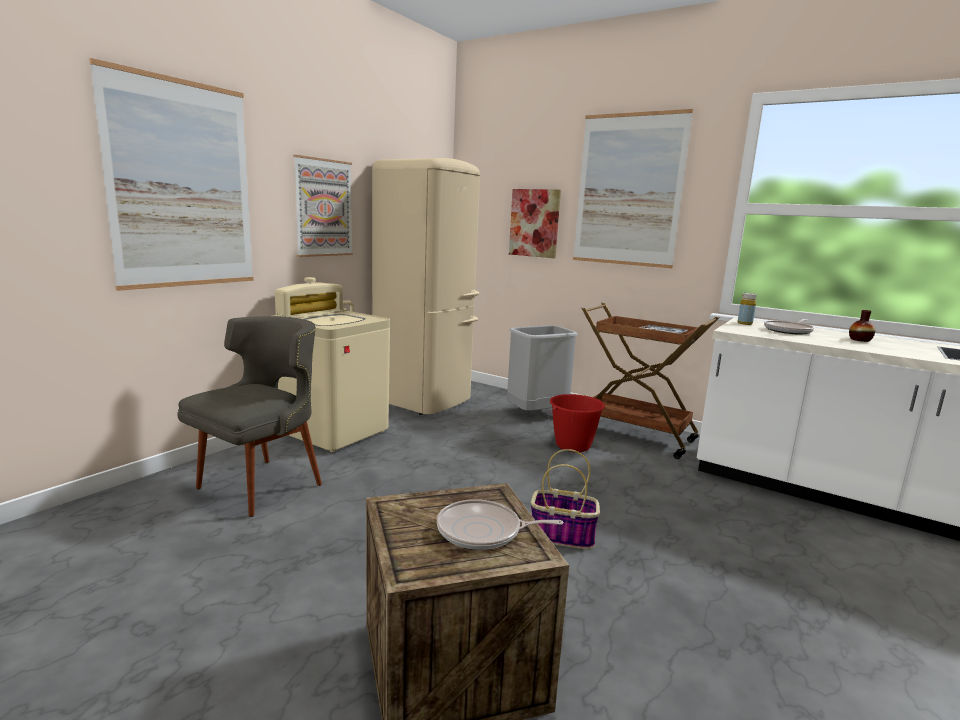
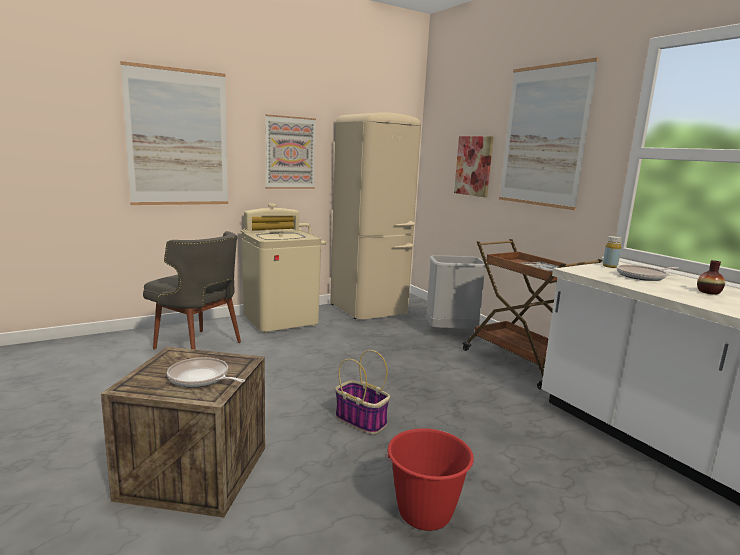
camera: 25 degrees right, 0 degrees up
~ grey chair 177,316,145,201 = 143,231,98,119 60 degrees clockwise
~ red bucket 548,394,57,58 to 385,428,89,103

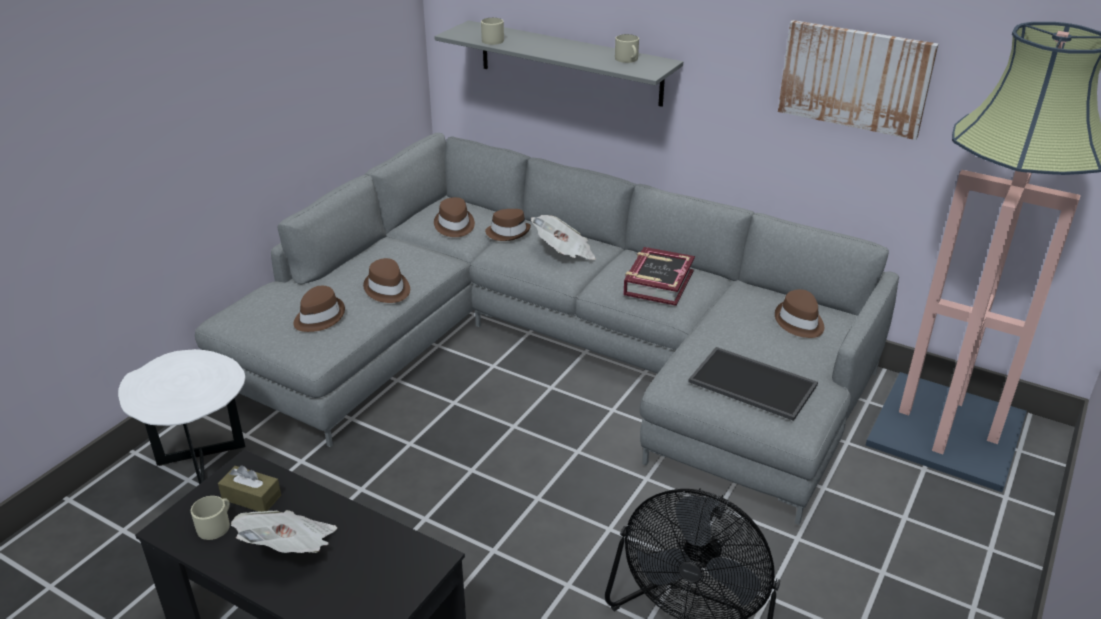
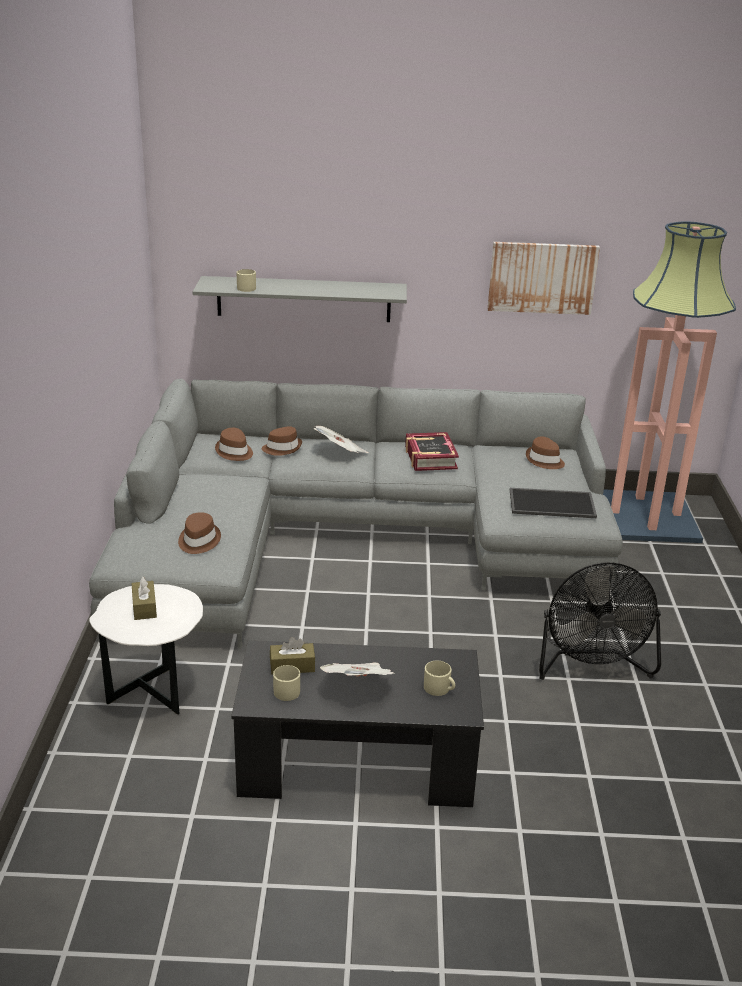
camera: 30 degrees left, 5 degrees down
- brown hat 363,258,47,45
~ beige mug 615,34,24,29 to 424,661,31,35
+ brown tissue box 131,577,26,43

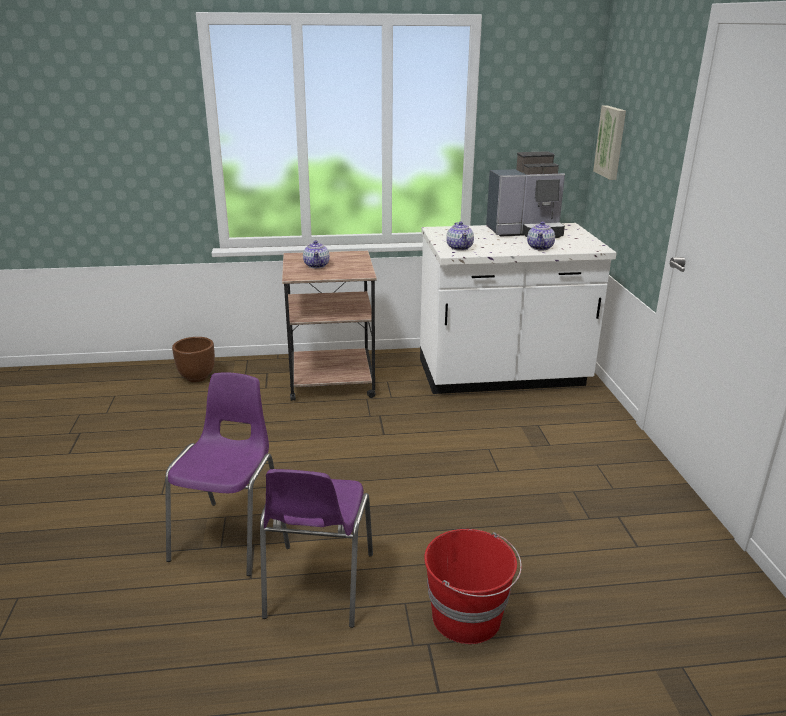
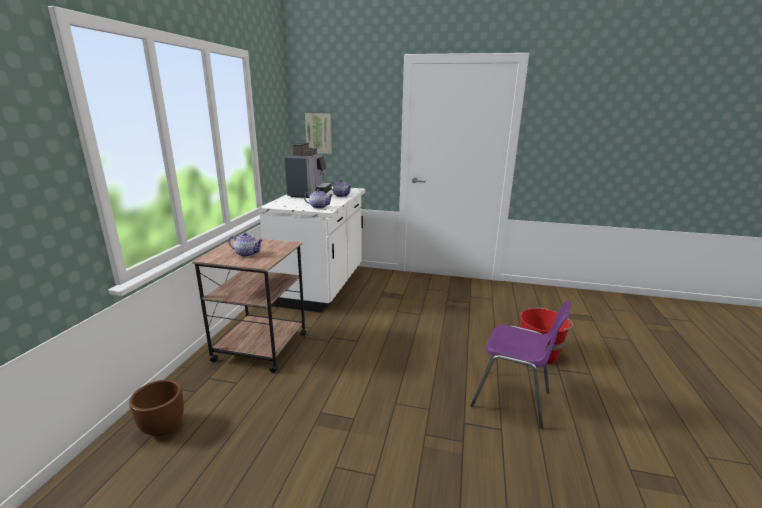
camera: 70 degrees left, 5 degrees down
- purple chair 165,372,109,204

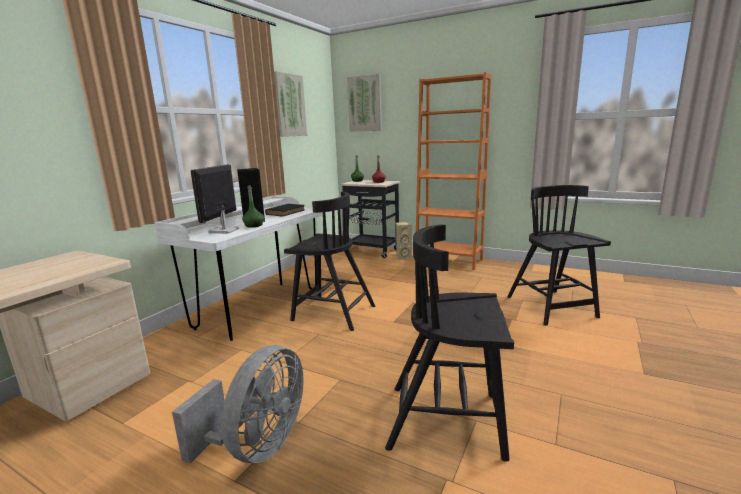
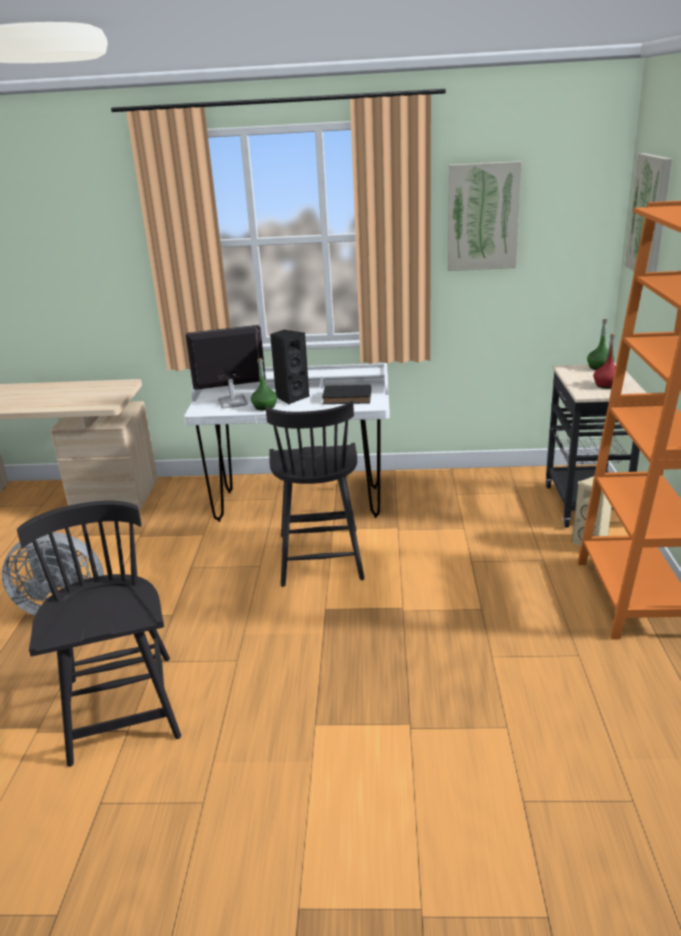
camera: 65 degrees right, 10 degrees up
- black chair 507,185,104,140

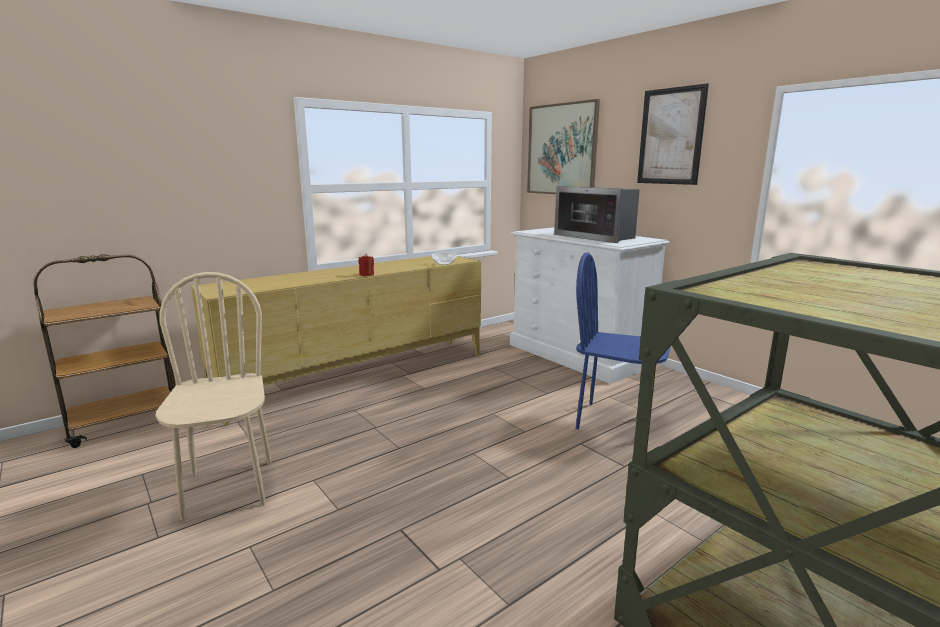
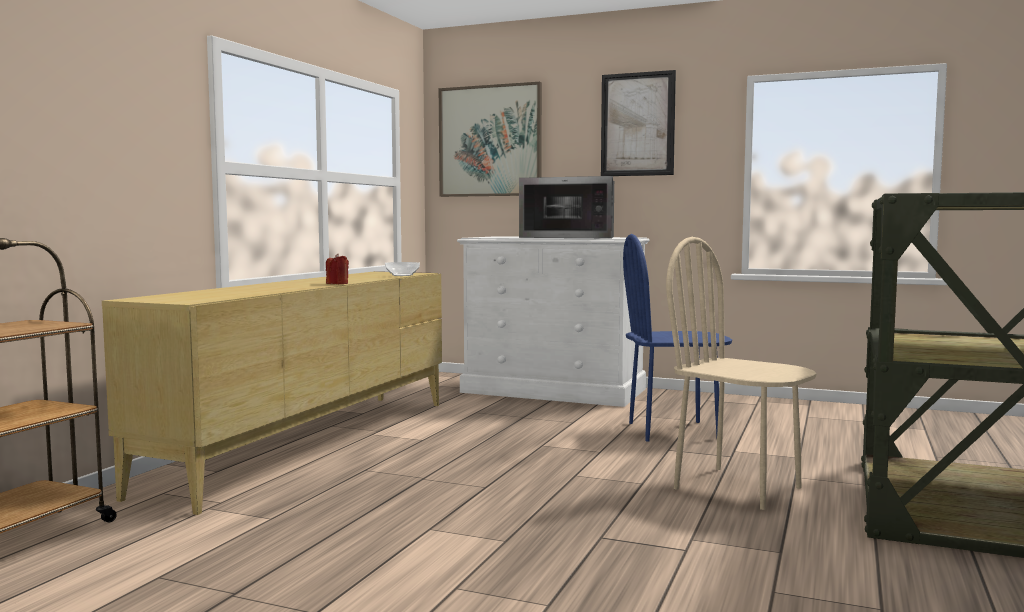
camera: 30 degrees left, 10 degrees down
~ beige chair 156,272,115,248 to 666,237,151,273

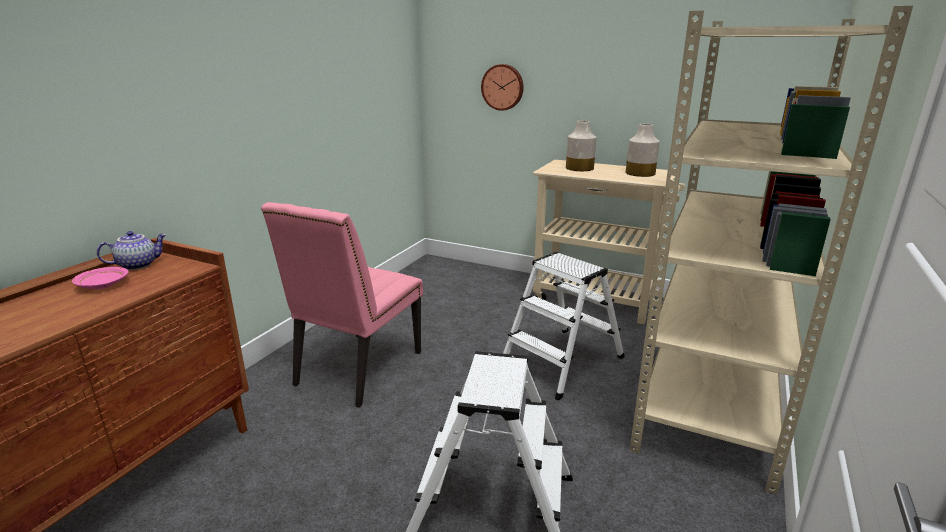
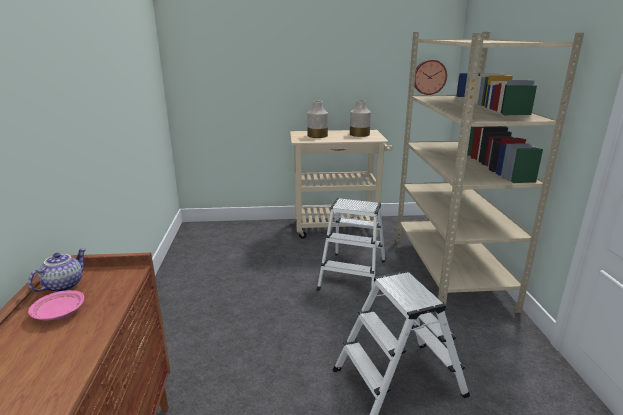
camera: 30 degrees left, 0 degrees up
- pink chair 261,202,162,206
~ wall clock 481,64,43,47 to 414,60,33,35

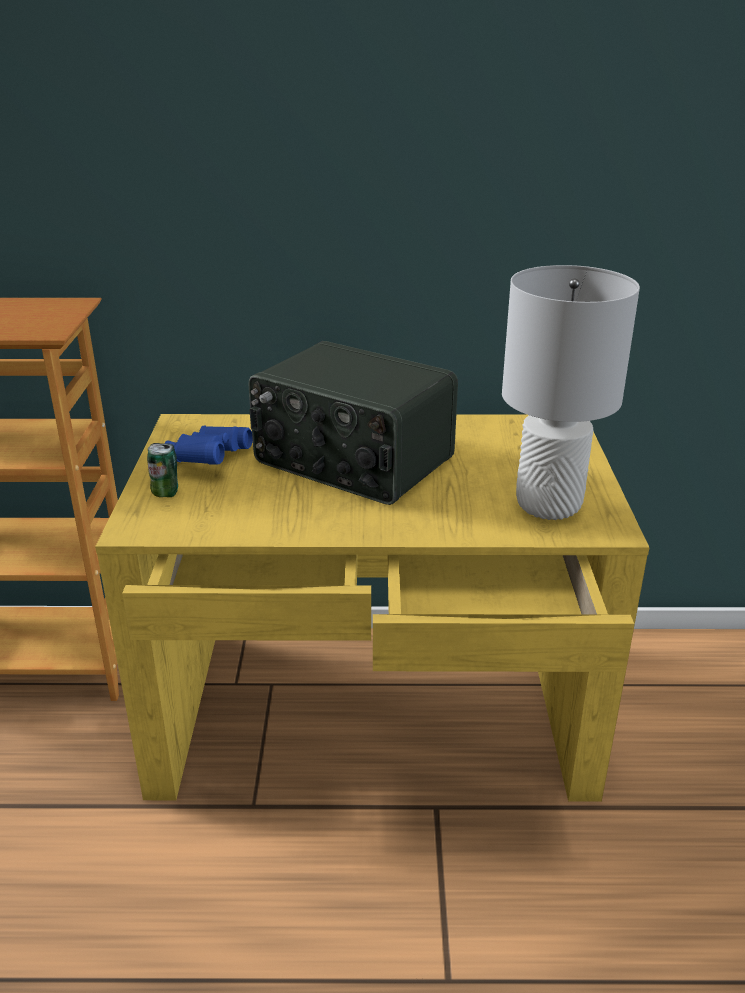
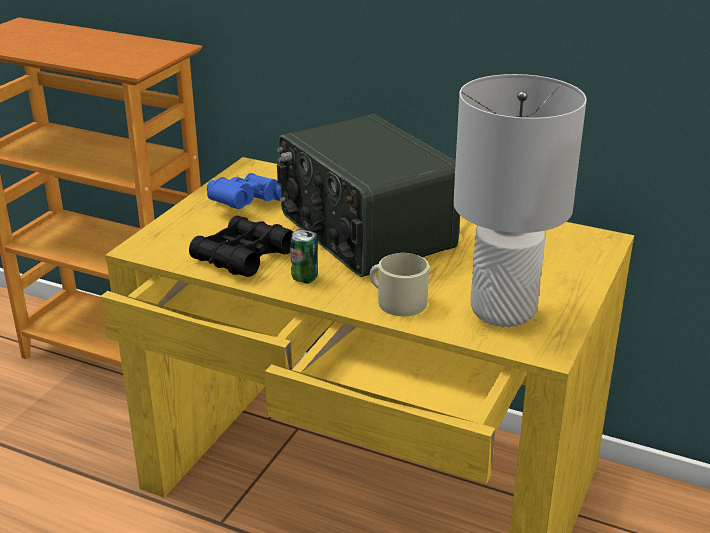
camera: 25 degrees right, 0 degrees up
~ can 147,443,31,54 to 290,229,28,55
+ black binoculars 189,216,105,61
+ beige mug 370,253,59,63

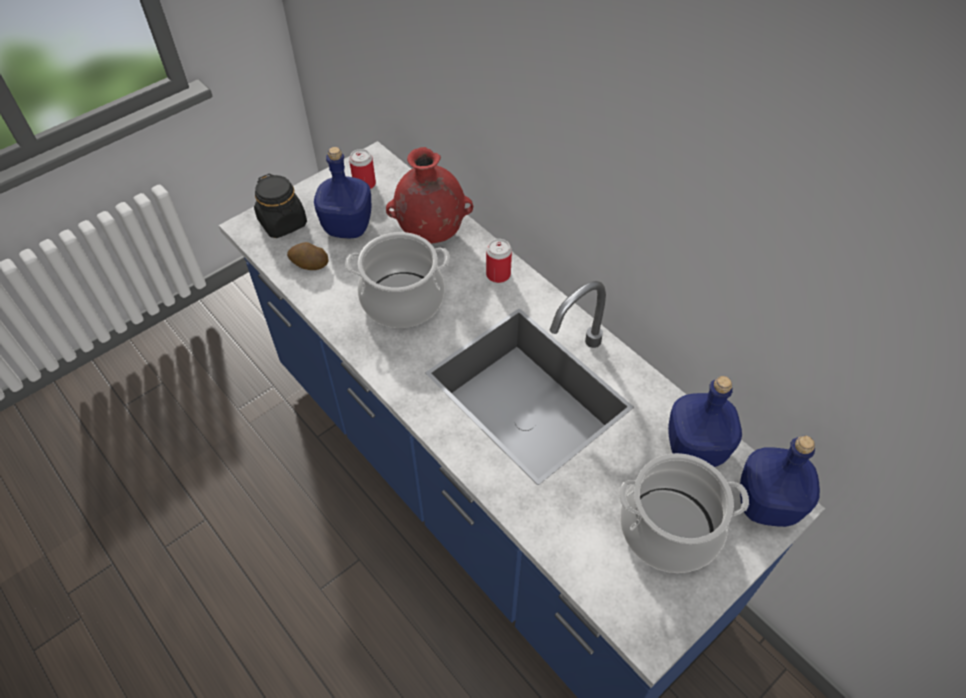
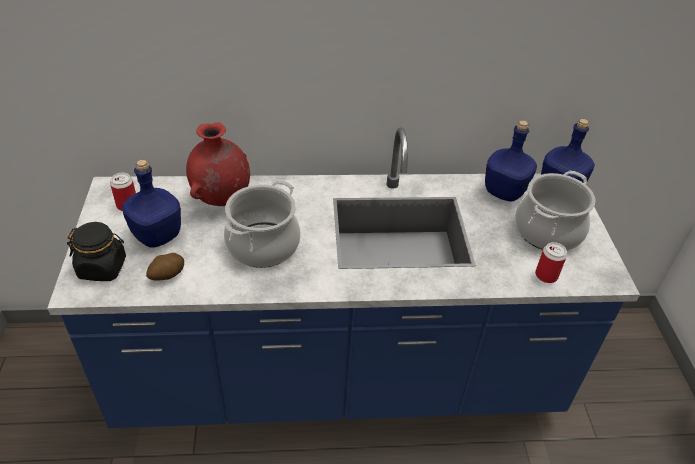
camera: 55 degrees left, 10 degrees down
~ can 486,239,26,44 to 535,242,32,41

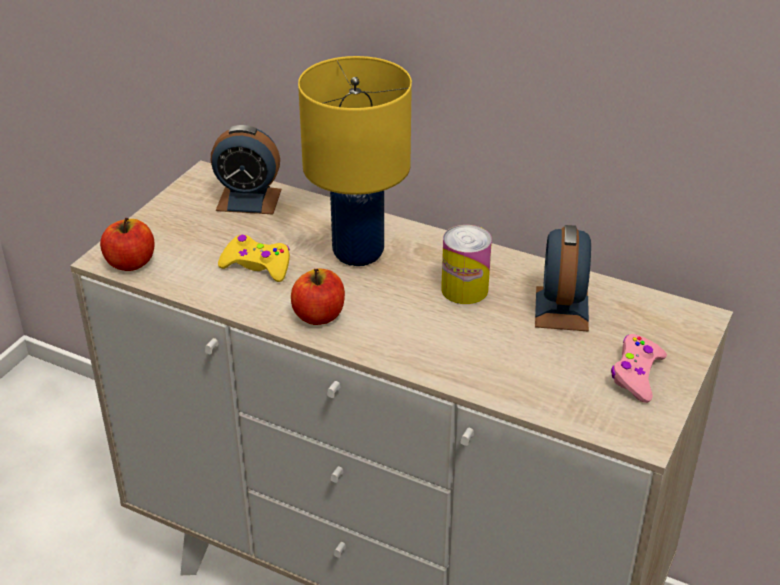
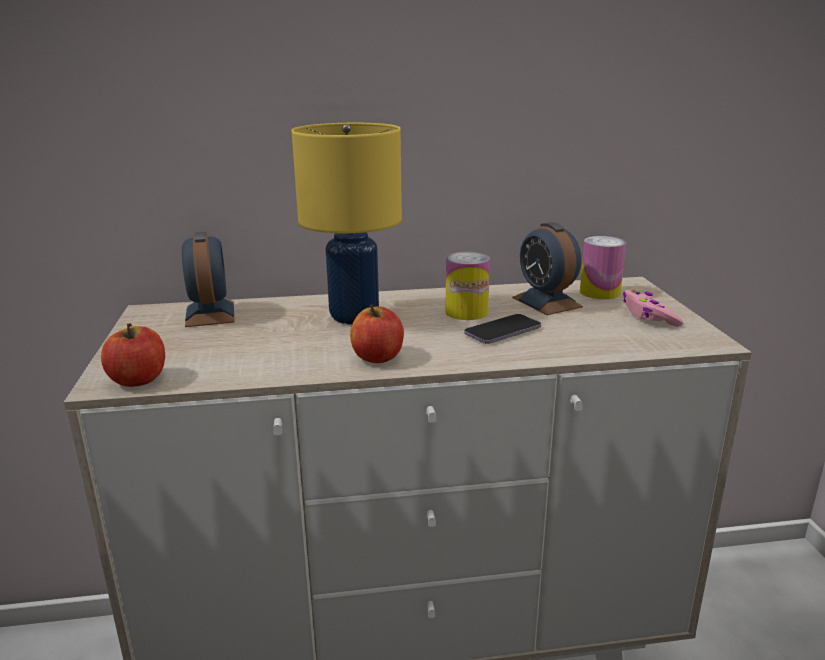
camera: 35 degrees left, 15 degrees down
~ alarm clock 211,125,71,89 = 182,232,53,95 75 degrees counterclockwise
- yellow game controller 218,235,72,47
+ phone 464,314,77,30
+ can 580,236,46,63

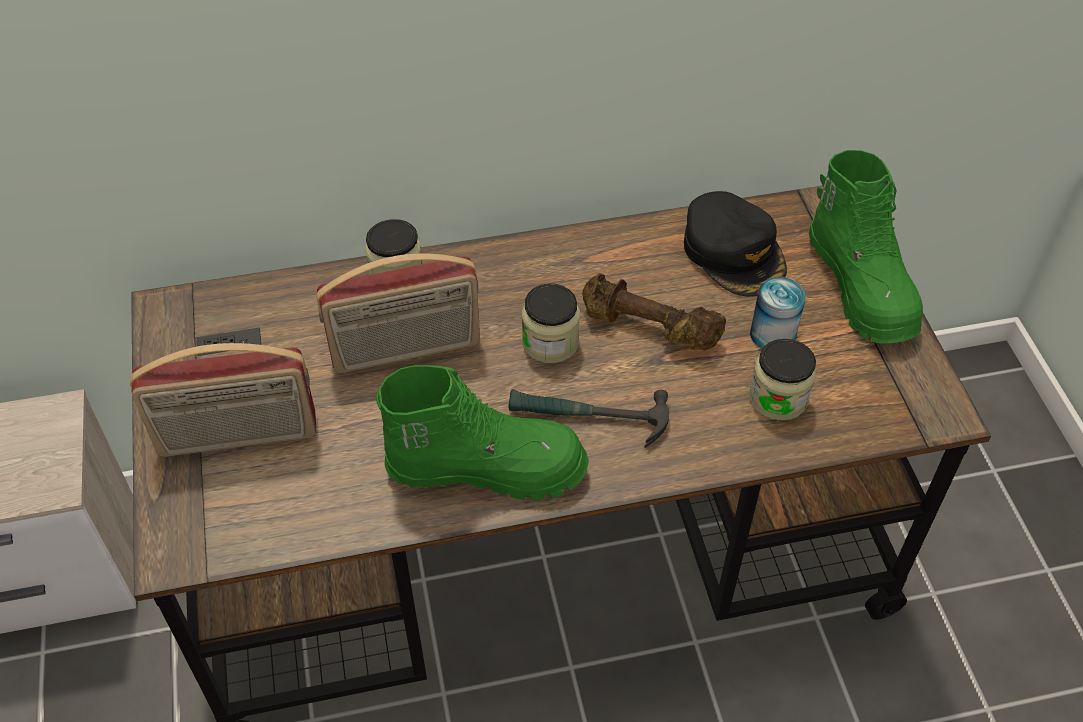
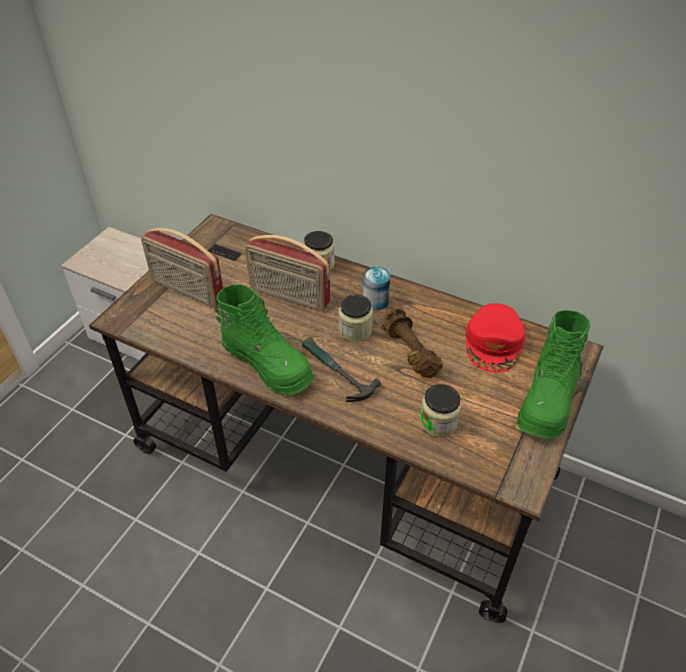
camera: 40 degrees right, 5 degrees down
~ black cap 684,191,103,106 to red cap 466,303,60,70
~ can 750,277,56,72 to 363,267,27,43

